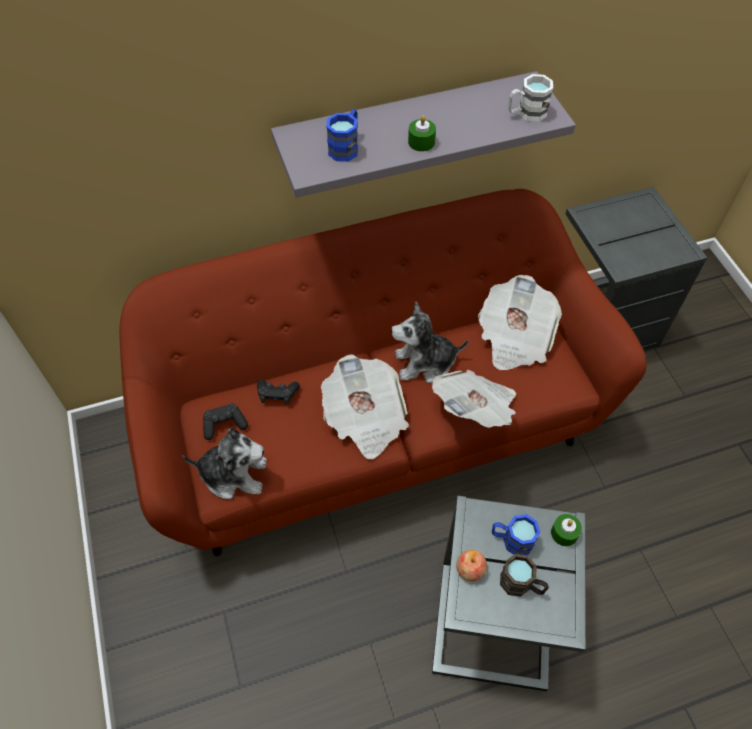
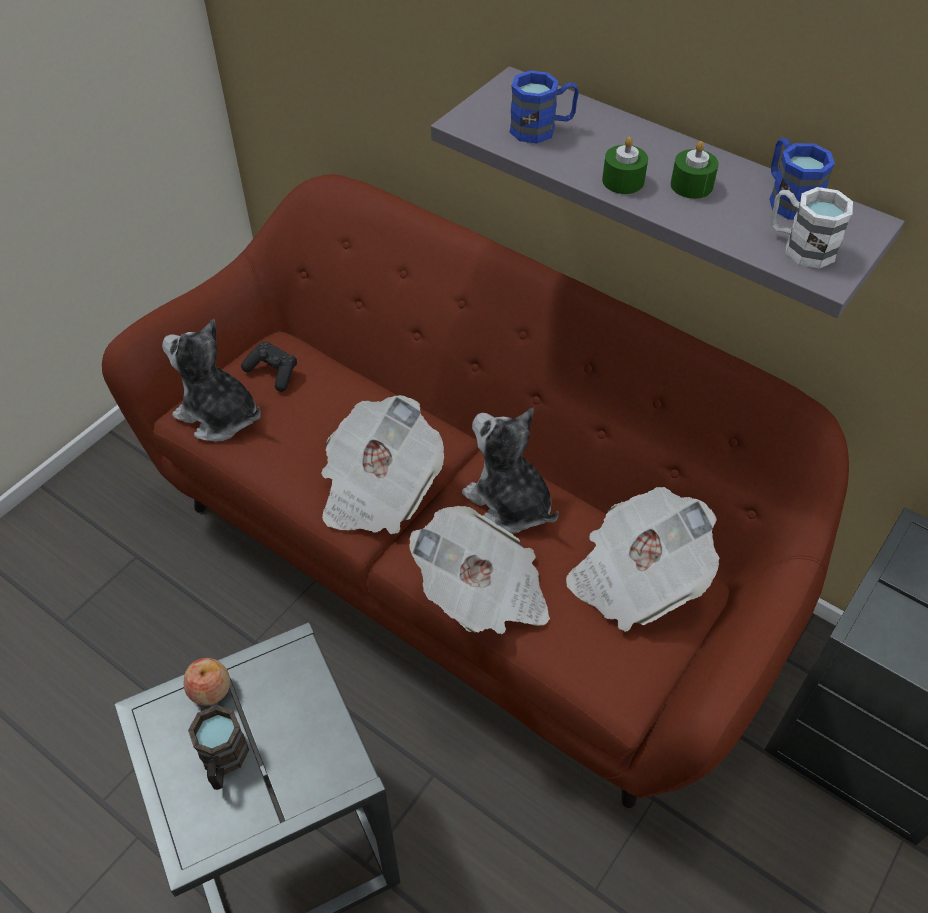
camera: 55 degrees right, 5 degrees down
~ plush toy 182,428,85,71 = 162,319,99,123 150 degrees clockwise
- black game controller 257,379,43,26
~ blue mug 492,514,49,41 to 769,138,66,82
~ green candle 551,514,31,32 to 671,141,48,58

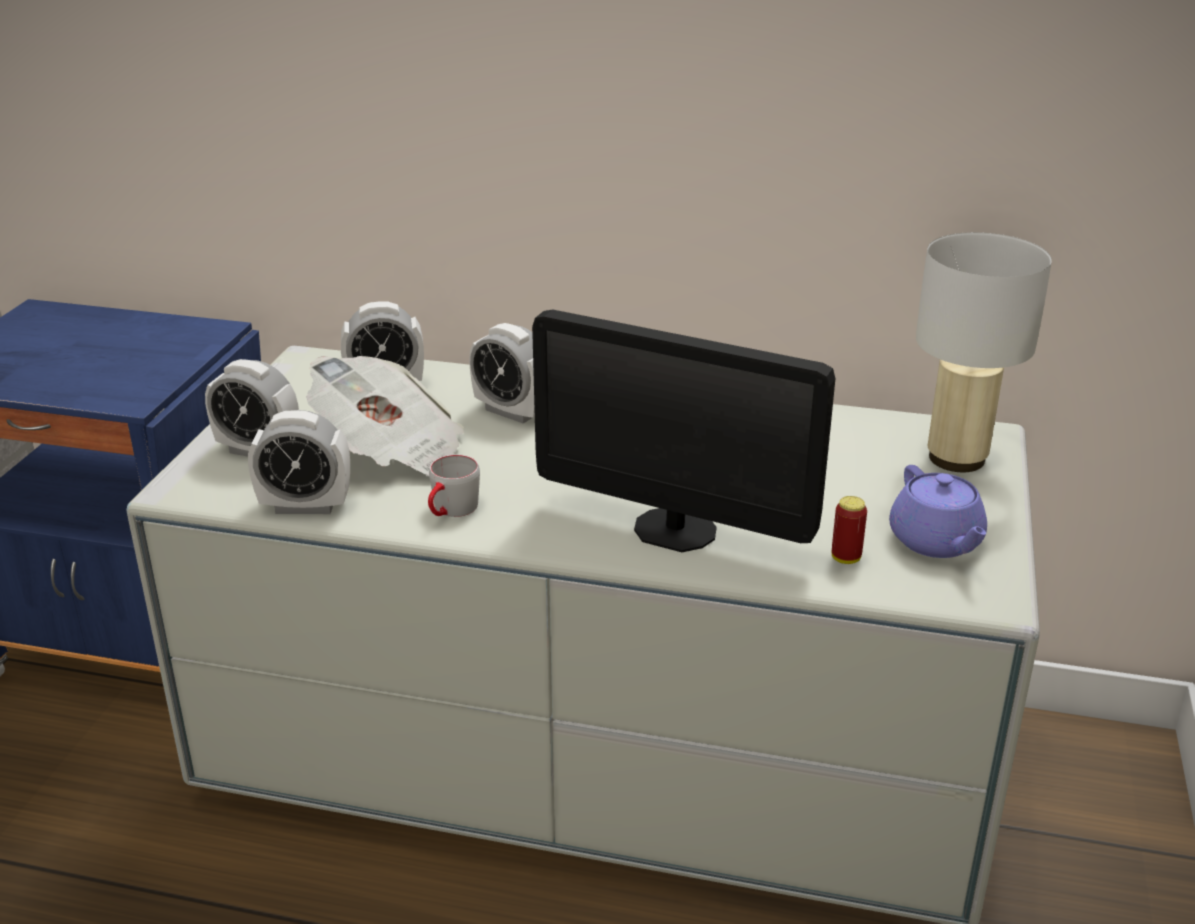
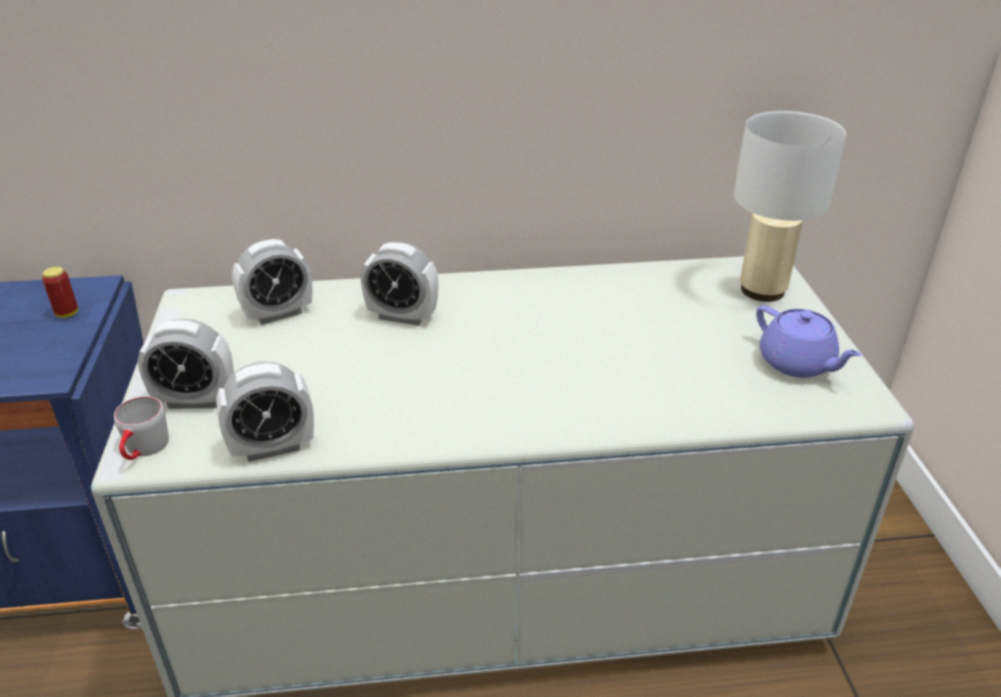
camera: 20 degrees left, 5 degrees up
- newspaper 306,356,158,120
~ grey mug 428,455,52,62 to 114,396,55,64
- monitor 532,310,303,242
~ can 832,496,35,68 to 42,267,36,51

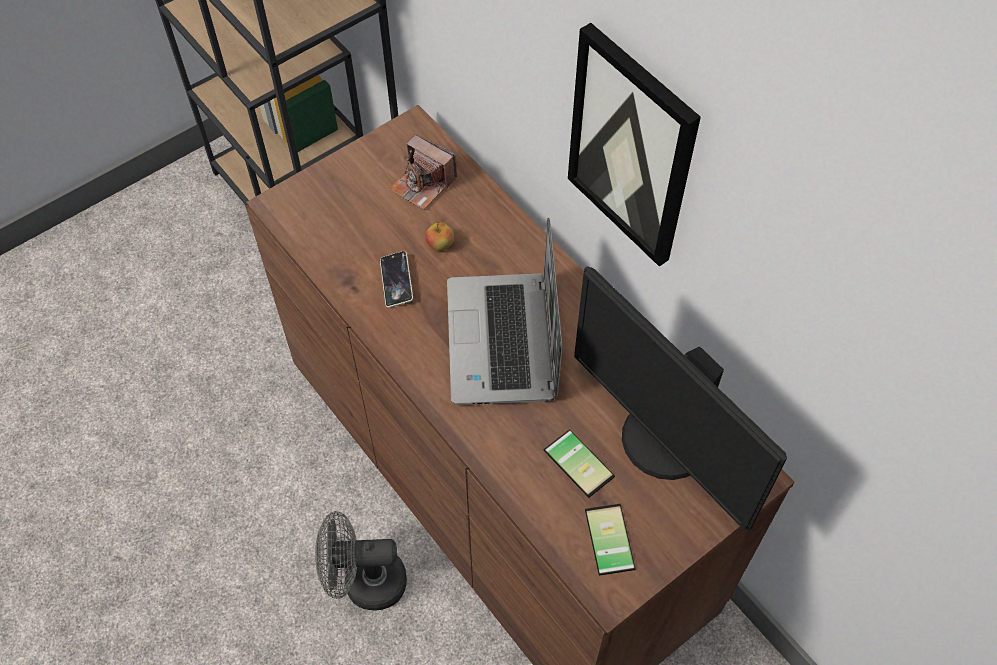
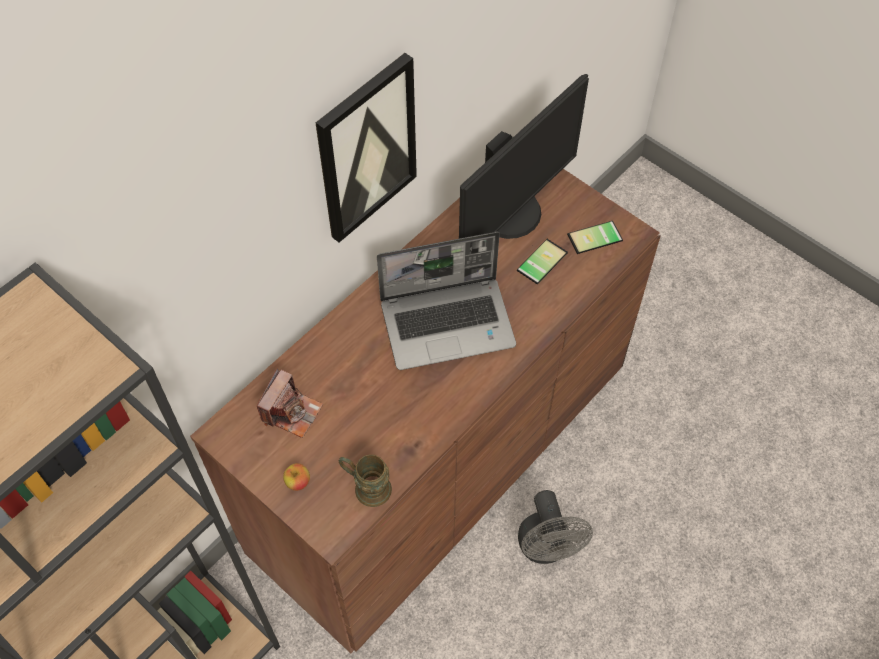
camera: 100 degrees left, 0 degrees up
- phone 380,251,33,57
~ apple 426,222,28,29 to 283,463,27,28
+ brown mug 339,454,53,53

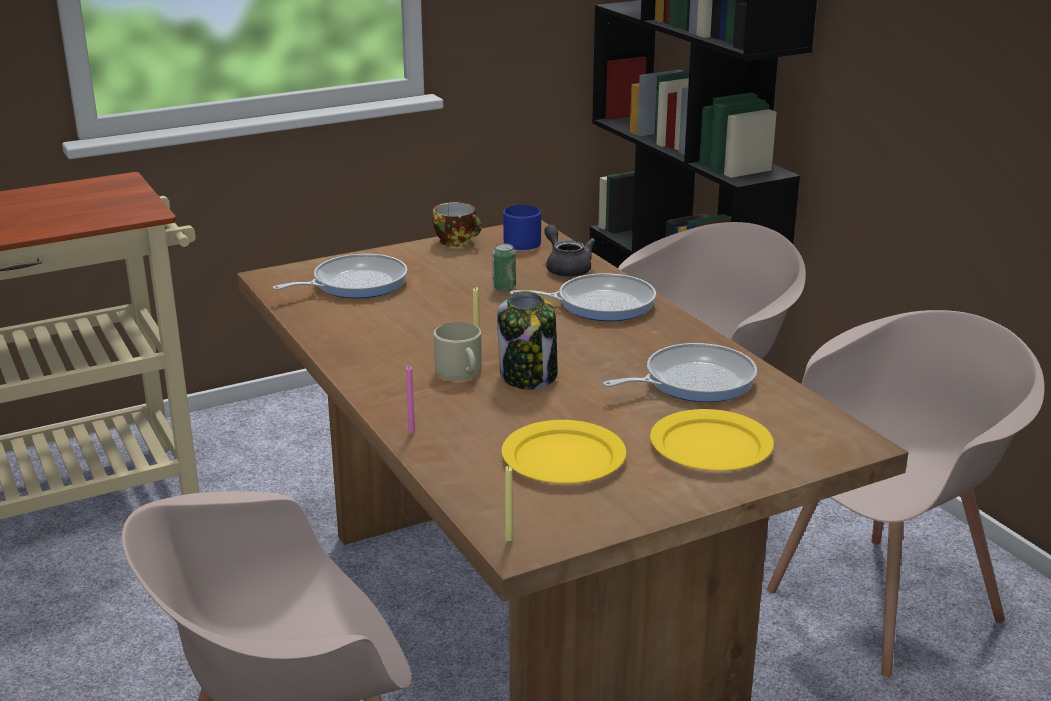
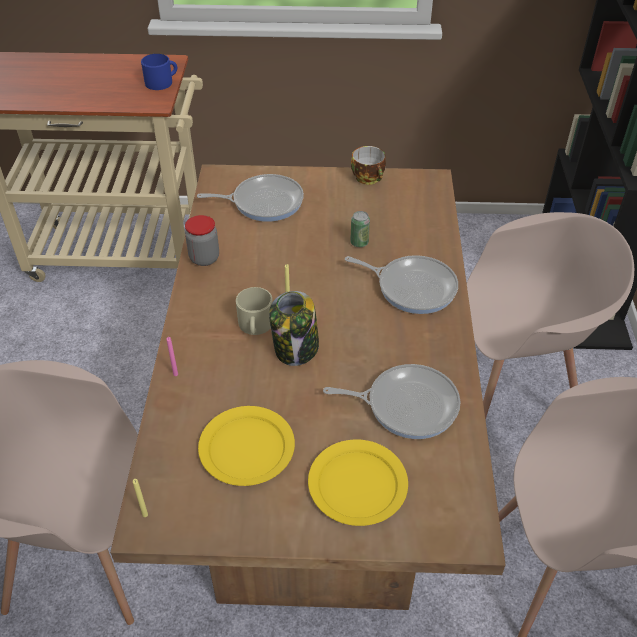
camera: 30 degrees right, 20 degrees up
~ blue mug 503,205,38,45 to 141,54,36,36
- grey teapot 544,225,51,52
+ jar 185,215,34,51

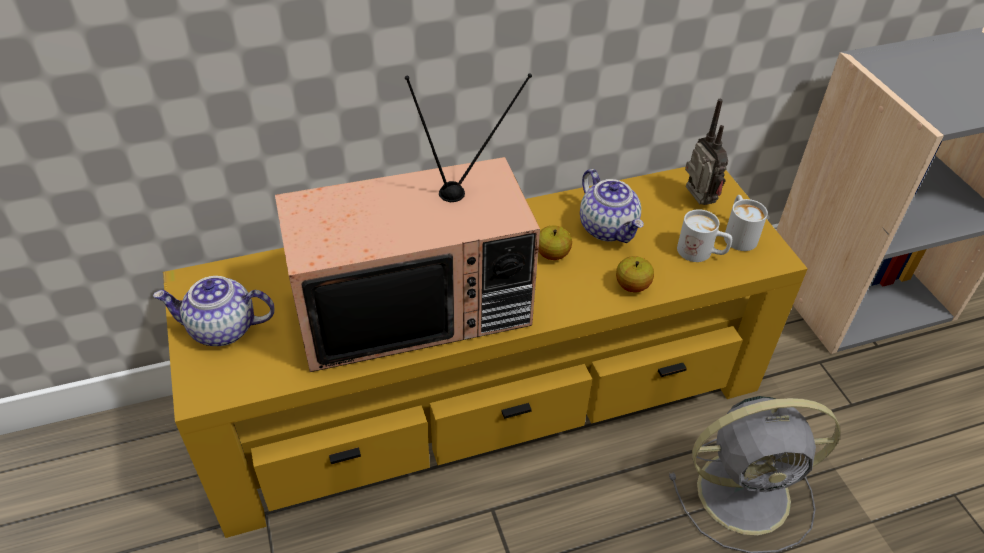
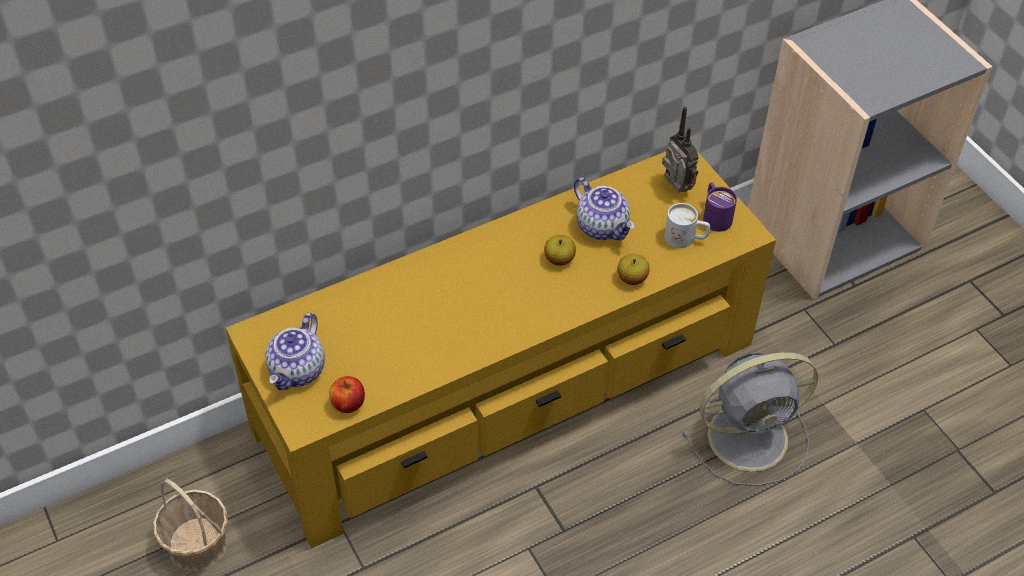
camera: 10 degrees left, 5 degrees up
~ teapot 153,276,122,70 = 265,312,60,78 60 degrees counterclockwise
- television 275,73,265,299
~ white mug 724,195,44,56 to purple mug 703,182,34,50
+ basket 153,478,75,94
+ apple 329,376,36,37

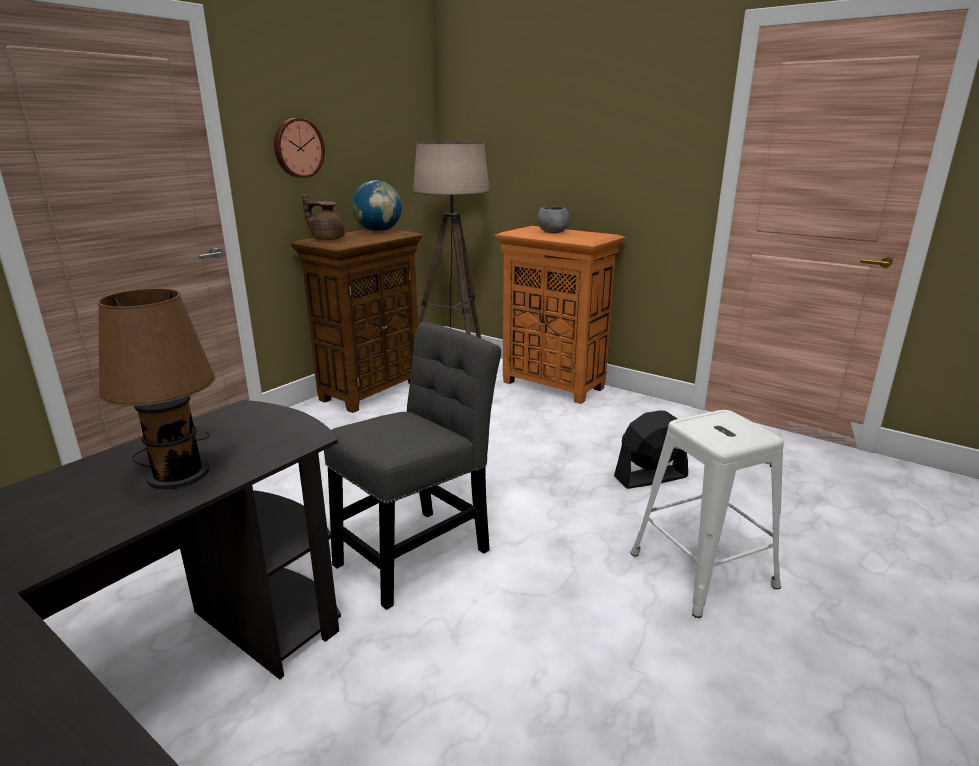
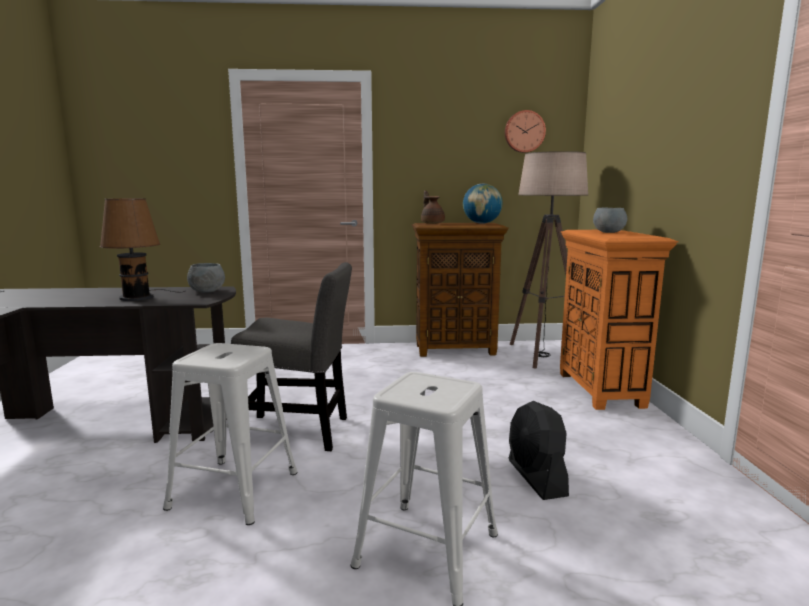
camera: 50 degrees right, 10 degrees down
~ wall clock 274,118,51,60 to 505,110,41,43
~ black fan 614,410,74,79 = 509,401,60,99 135 degrees counterclockwise
+ white stool 163,343,135,182
+ grey bowl 187,263,38,30

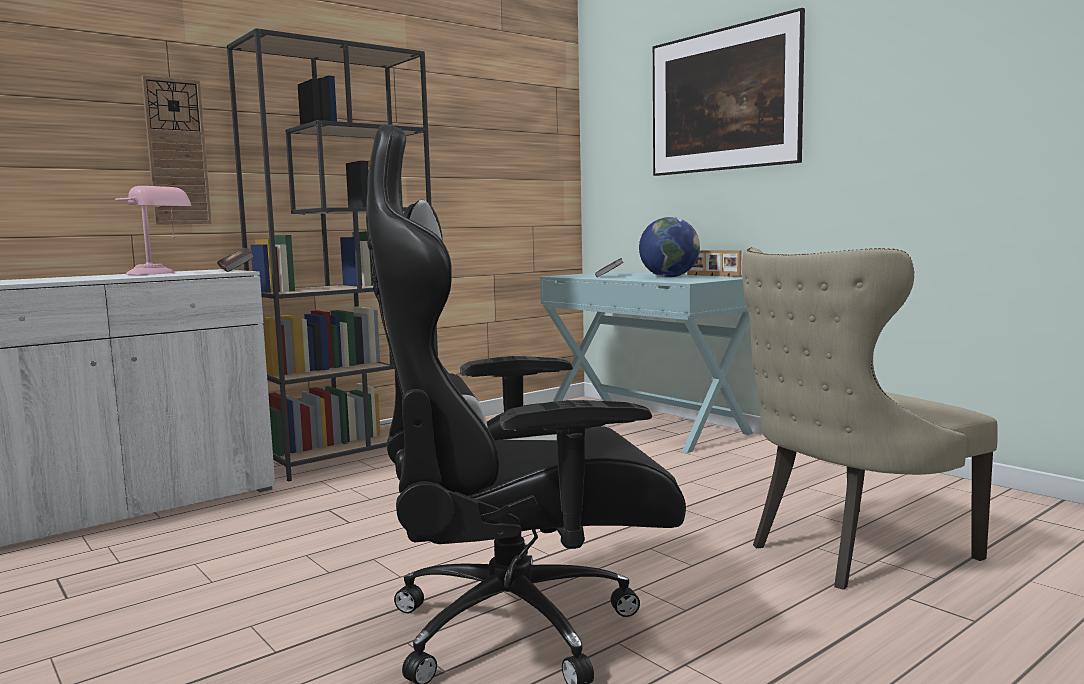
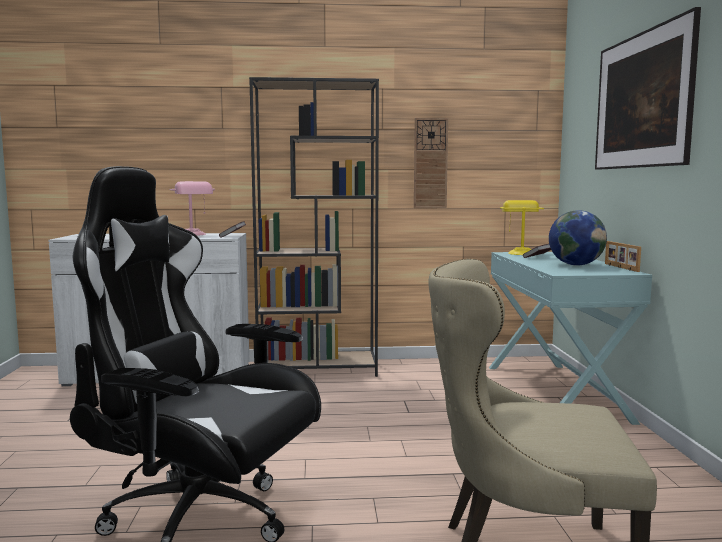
camera: 35 degrees right, 0 degrees up
~ wall clock 141,75,71,150 to 414,118,34,90
+ yellow table lamp 500,200,44,55

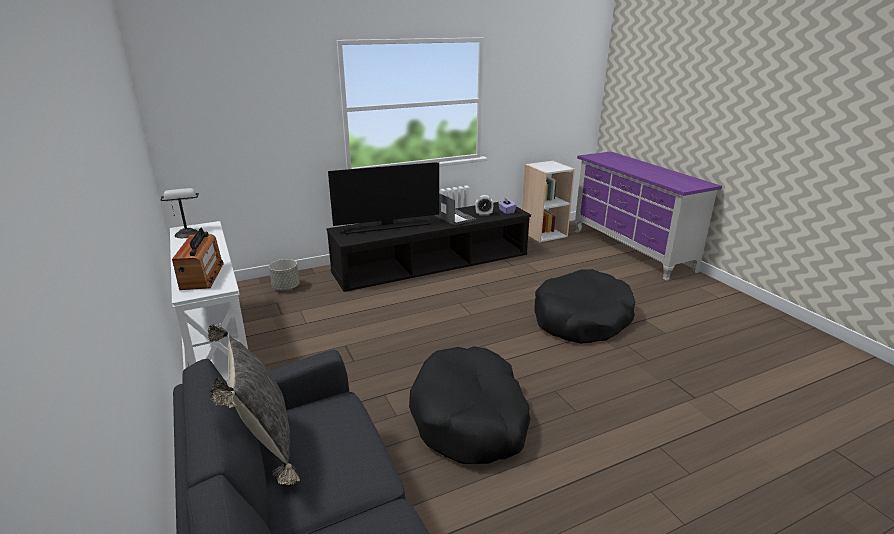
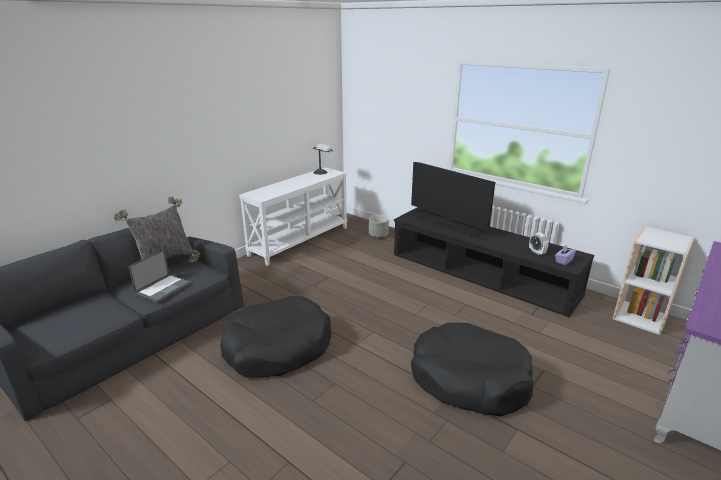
camera: 65 degrees right, 0 degrees up
- radio 172,227,52,63
~ laptop 434,193,42,33 to 128,250,63,52

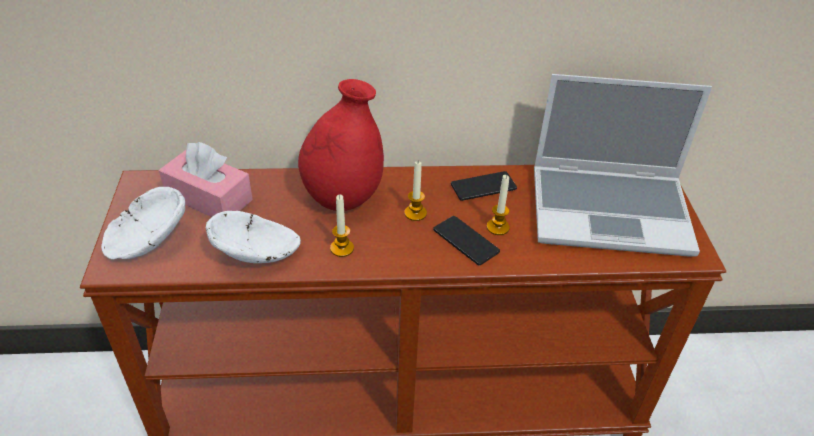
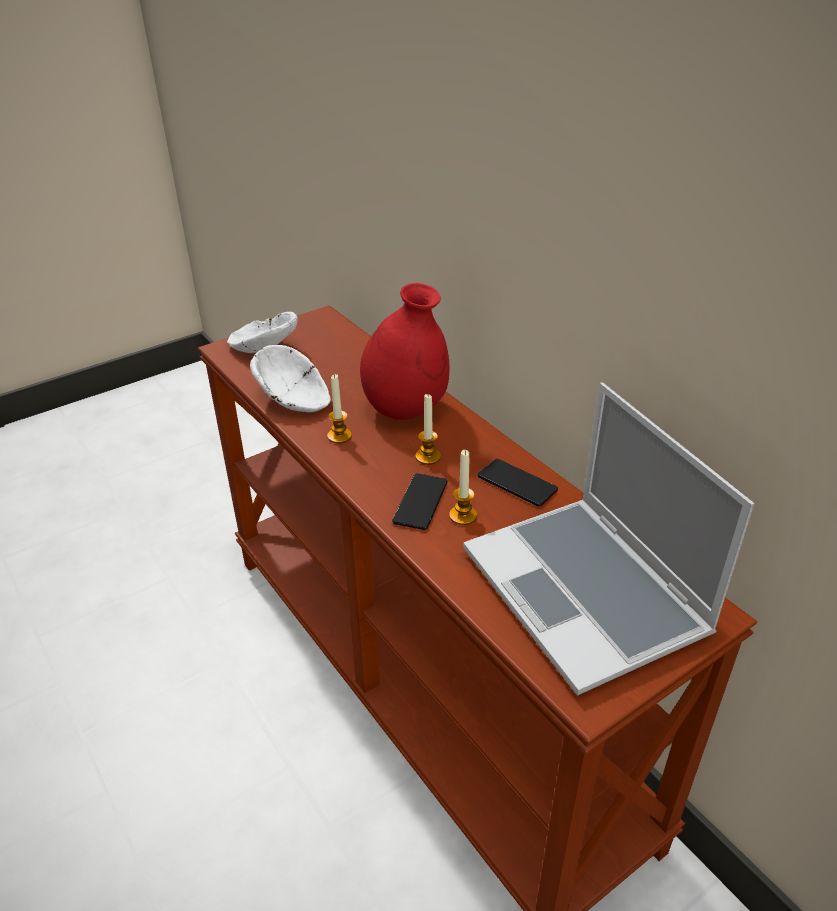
camera: 60 degrees right, 5 degrees down
- pink tissue box 159,142,94,75

